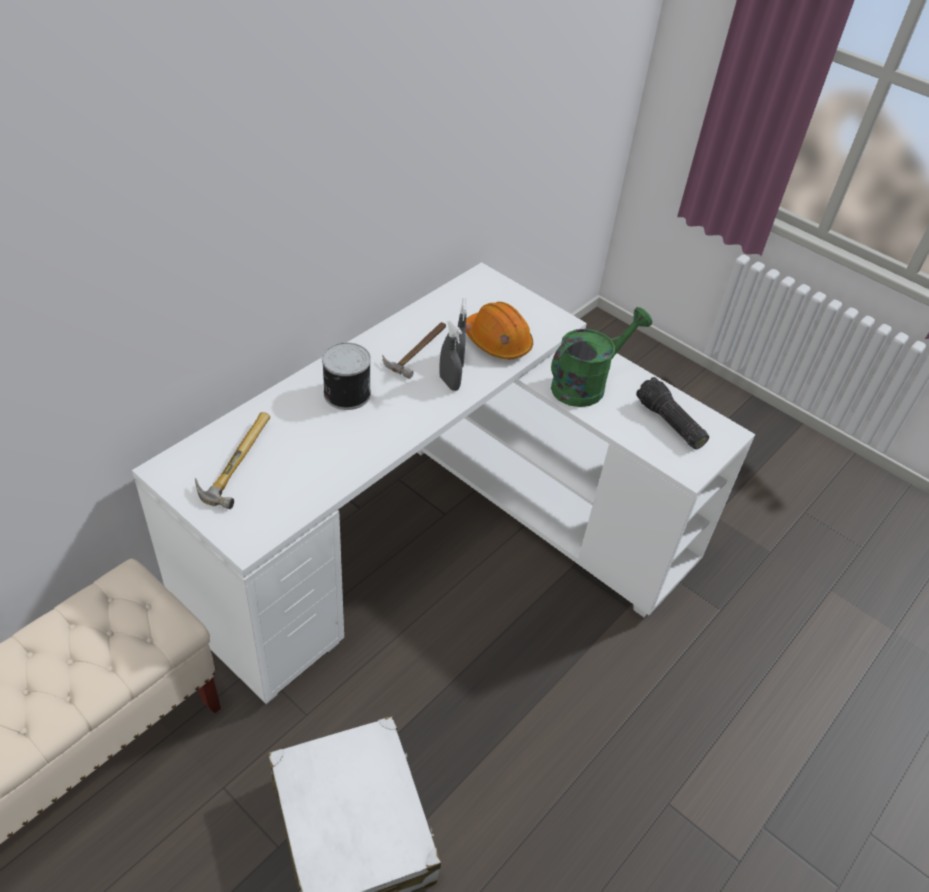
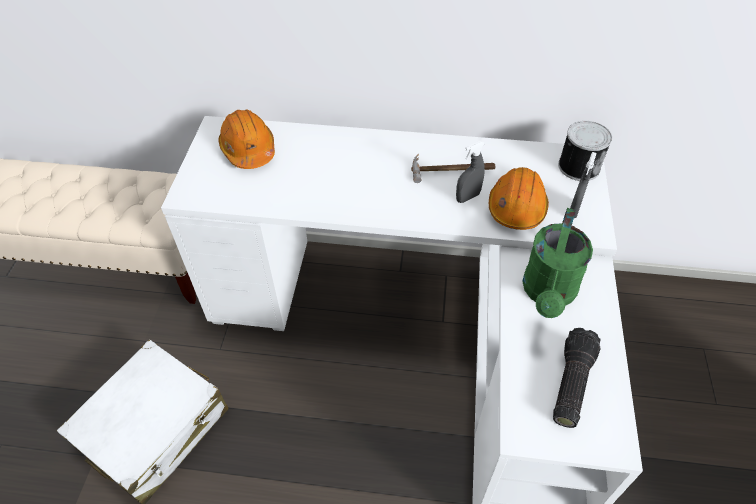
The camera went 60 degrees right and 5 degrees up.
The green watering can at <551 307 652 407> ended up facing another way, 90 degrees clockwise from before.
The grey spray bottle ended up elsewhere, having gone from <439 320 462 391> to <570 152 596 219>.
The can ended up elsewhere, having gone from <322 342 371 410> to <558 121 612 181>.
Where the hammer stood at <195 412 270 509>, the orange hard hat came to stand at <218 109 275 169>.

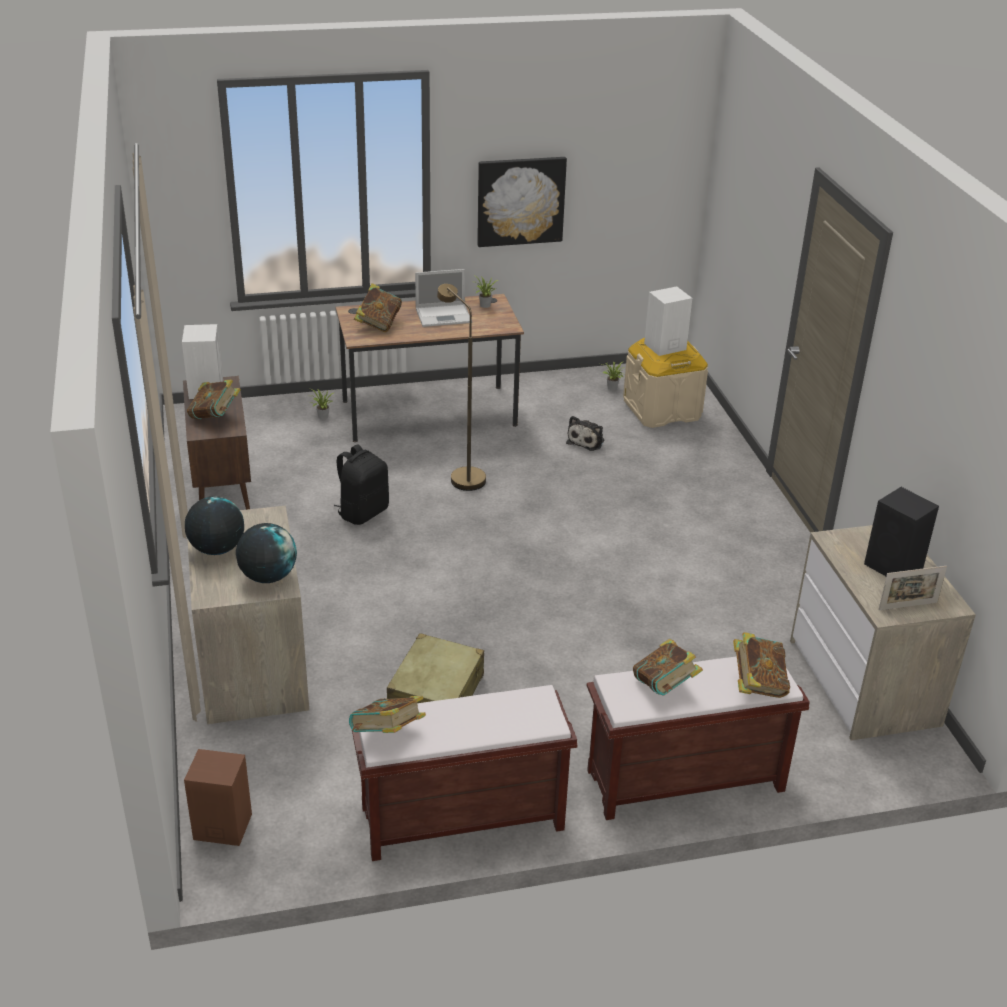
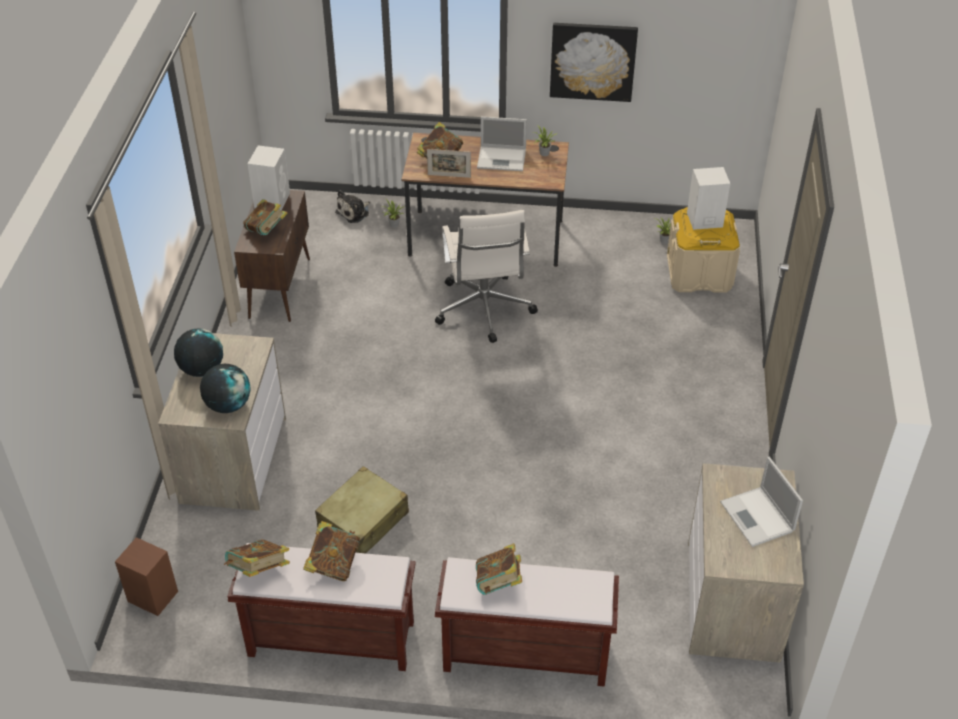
The camera went 20 degrees right and 10 degrees up.
Where the brown floor lamp stood at <437 284 486 491>, the white office chair came to stand at <435 210 538 343>.
The plush toy ended up elsewhere, having gone from <566 416 604 451> to <335 190 370 223>.
The second view lost the black backpack at <334 444 389 525>.
Where the black speaker stood at <864 487 939 576>, the laptop came to stand at <720 457 803 547>.
The picture frame ended up elsewhere, having gone from <878 566 947 610> to <427 149 471 178>.
The book ended up elsewhere, having gone from <733 632 790 698> to <303 521 360 581>.

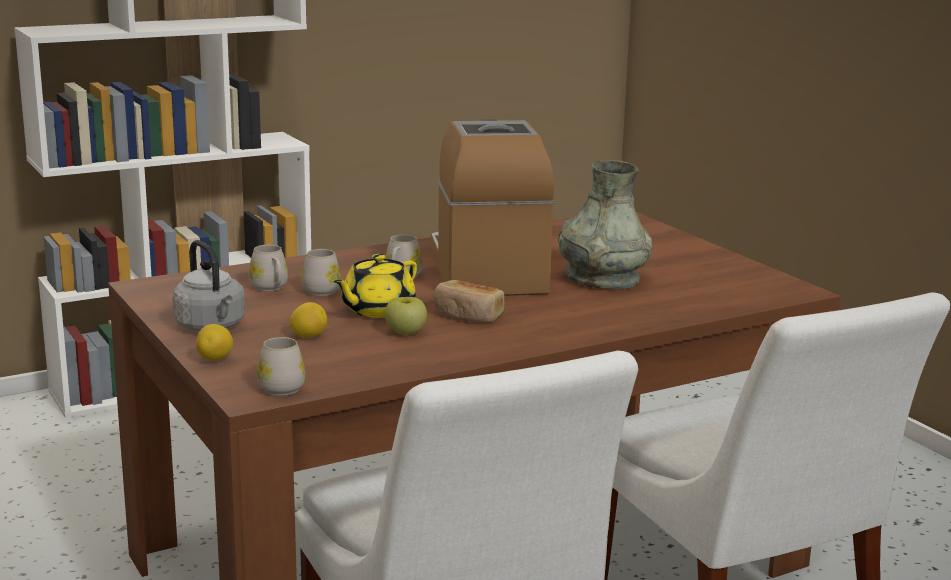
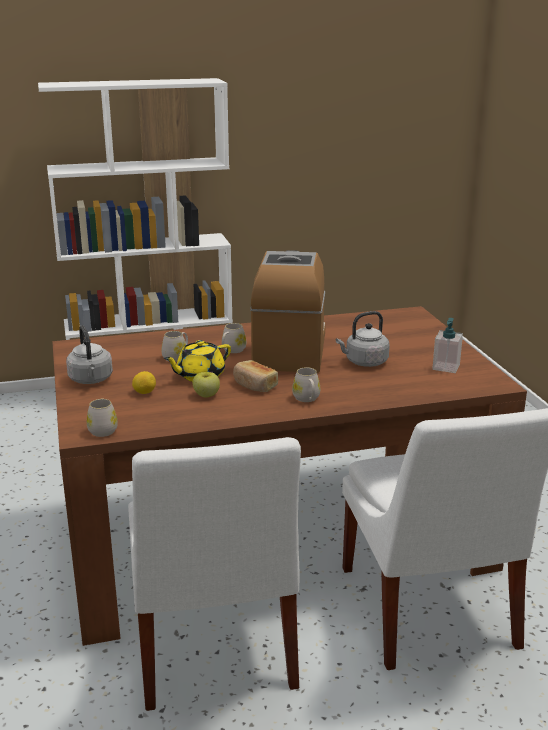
The camera went 15 degrees right and 5 degrees up.
Where the grey vase stood at <558 160 652 290>, the grey kettle came to stand at <336 311 390 367>.
The white mug ended up elsewhere, having gone from <249 245 288 291> to <292 367 320 402>.
The second view lost the lemon at <196 324 233 361>.
The second view gained the soap dispenser at <432 318 463 373>.

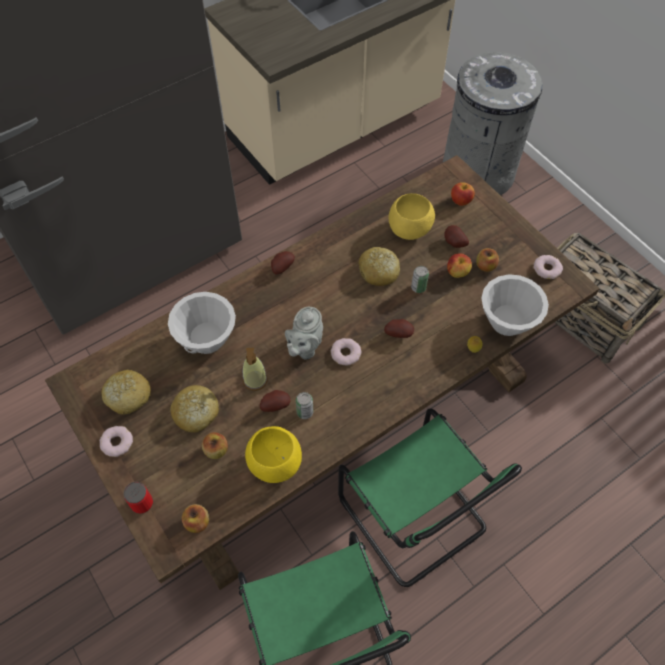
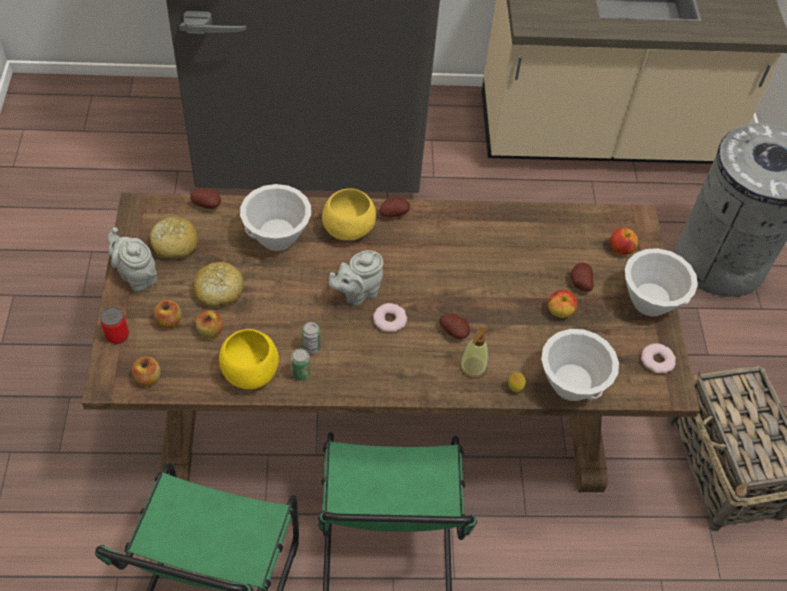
The camera went 30 degrees right and 5 degrees down.
The yellow bowl ended up elsewhere, having gone from <389 193 435 240> to <322 188 376 240>.
The second view lost the bread at <359 247 400 286>.
The apple ended up elsewhere, having gone from <476 248 499 272> to <154 300 182 329>.
The can ended up elsewhere, having gone from <411 266 429 293> to <291 348 310 381>.
The soap dispenser ended up elsewhere, having gone from <243 348 268 391> to <460 326 488 378>.
The potato ended up elsewhere, having gone from <260 390 290 412> to <190 188 221 209>.
Where the donut stood at <100 426 133 457>, the grey teapot came to stand at <108 227 157 291>.
The second view gained the white bowl at <625 248 698 316>.

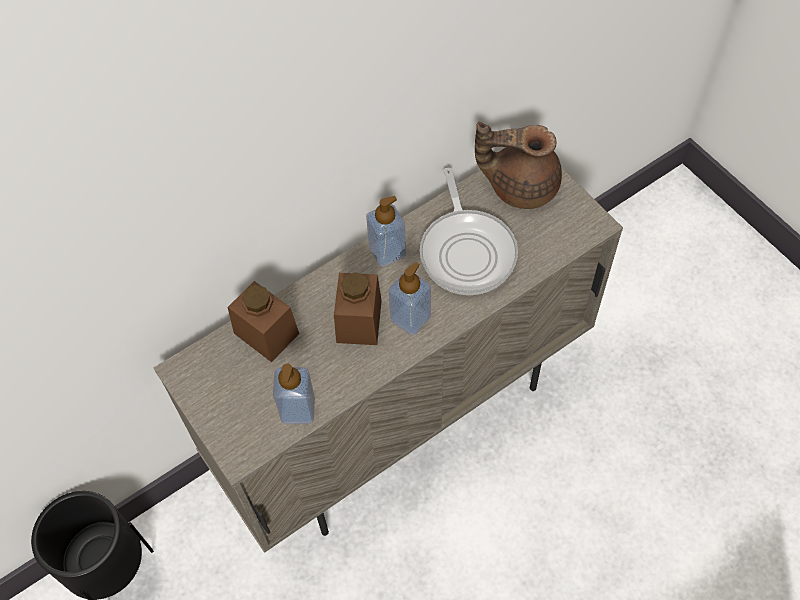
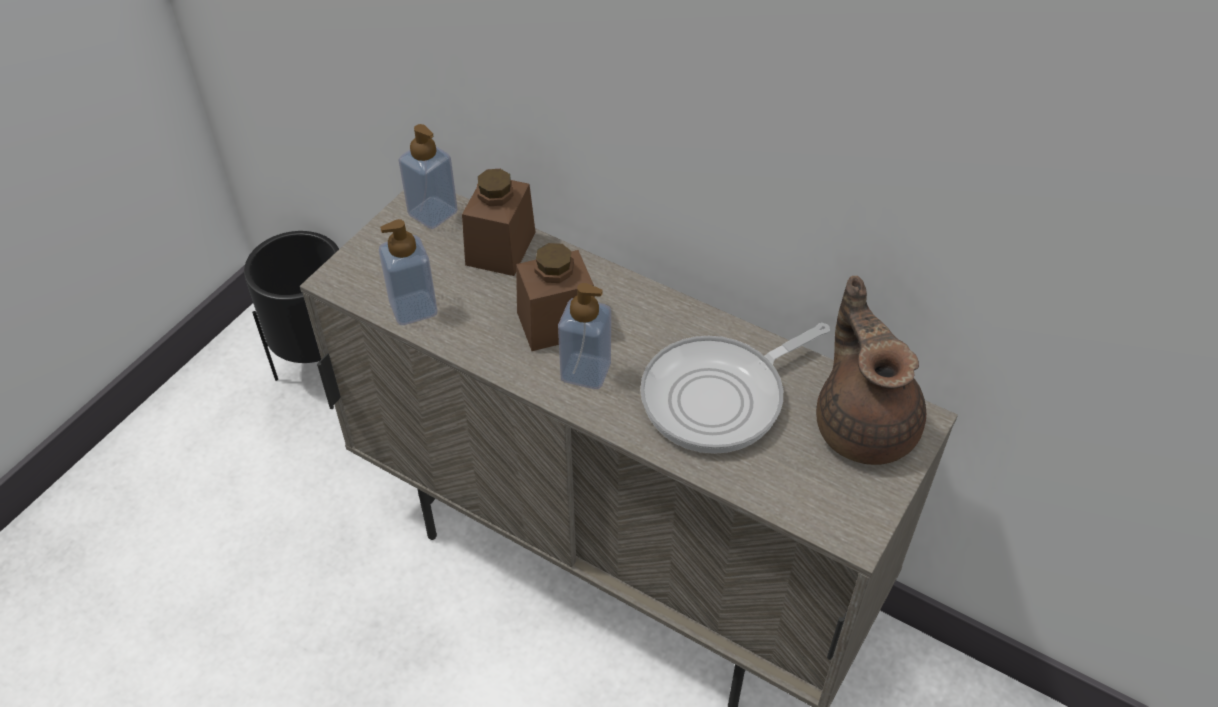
The camera went 65 degrees right and 10 degrees down.
The soap dispenser ended up elsewhere, having gone from <366 196 406 267> to <399 124 458 229>.

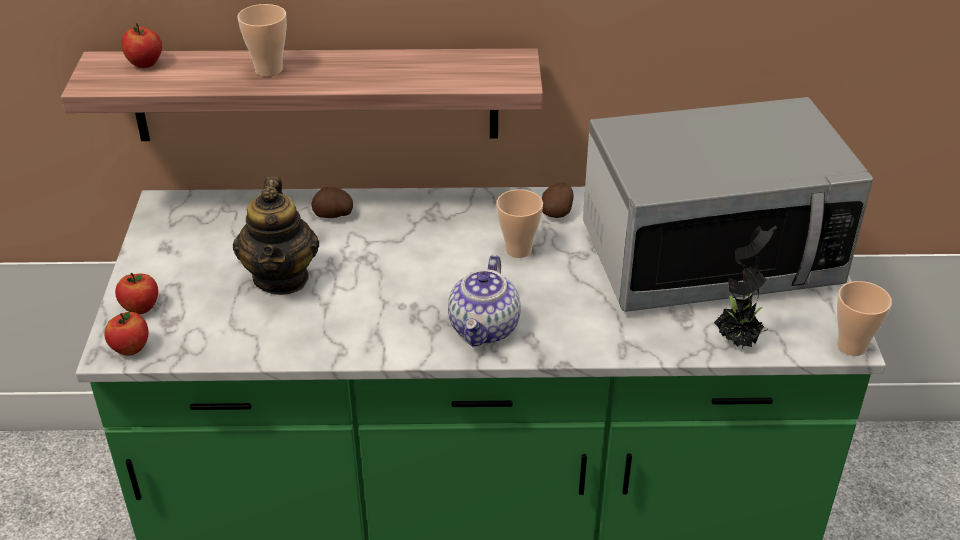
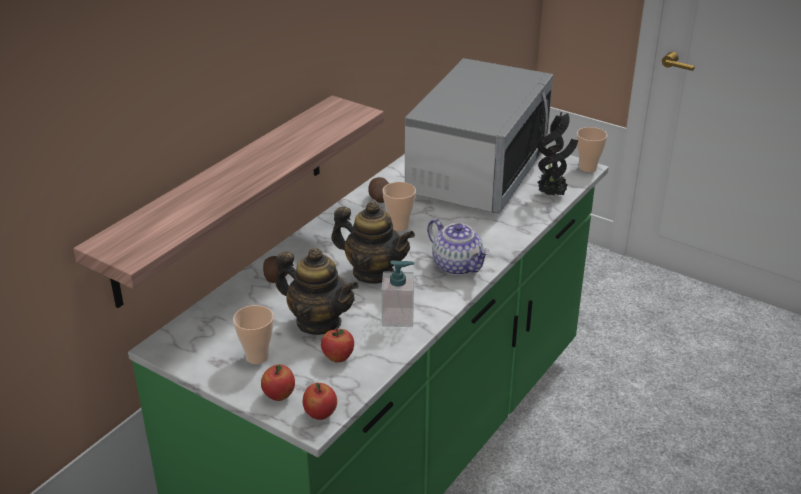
The camera went 55 degrees left and 5 degrees down.
The cup ended up elsewhere, having gone from <238 4 287 77> to <233 305 274 364>.
The apple ended up elsewhere, having gone from <121 23 162 68> to <321 328 354 363>.
The second view gained the teapot at <331 201 415 284>.
The second view gained the soap dispenser at <381 260 415 327>.

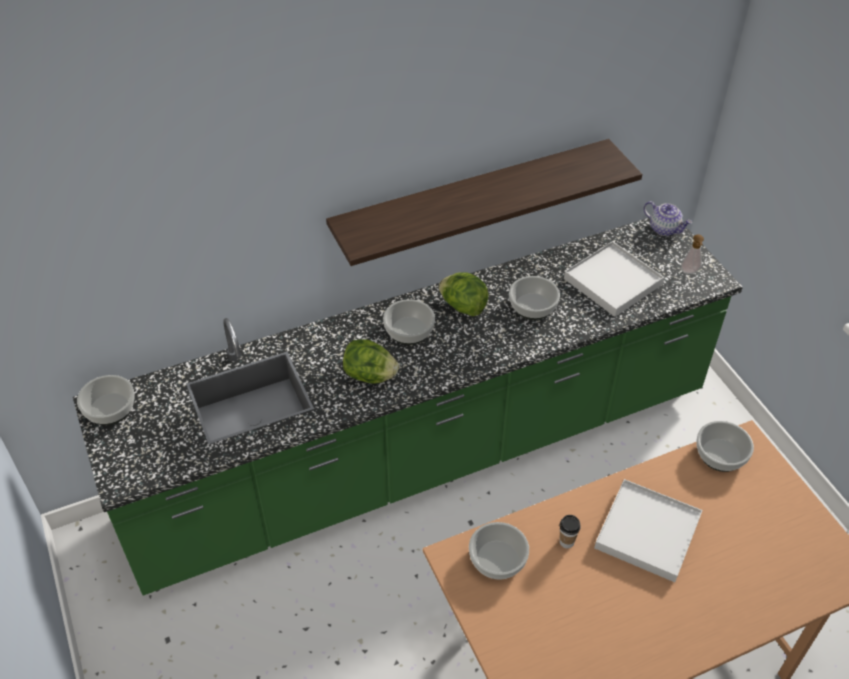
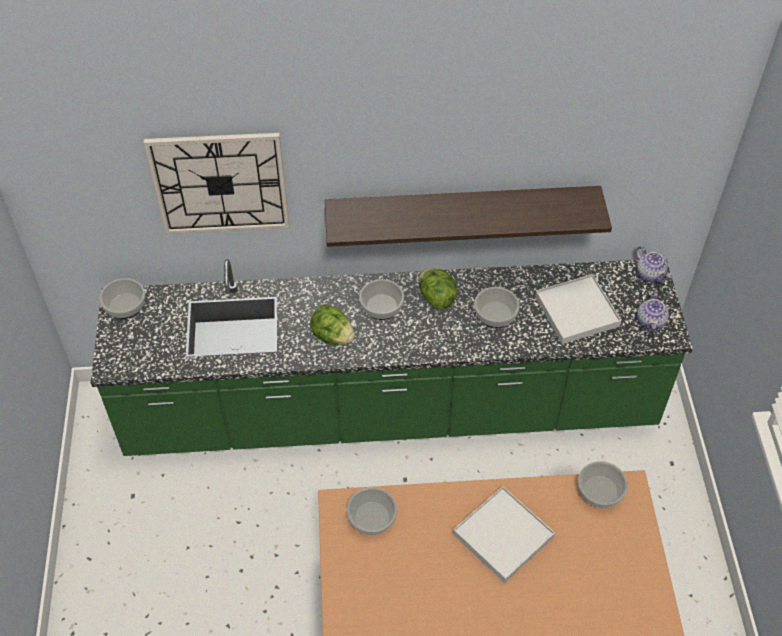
The camera went 20 degrees right and 5 degrees up.
Where the soap dispenser stood at <681 234 704 274>, the teapot came to stand at <637 291 669 332>.
The second view lost the cup at <560 515 581 548>.
The second view gained the wall clock at <143 133 289 234>.

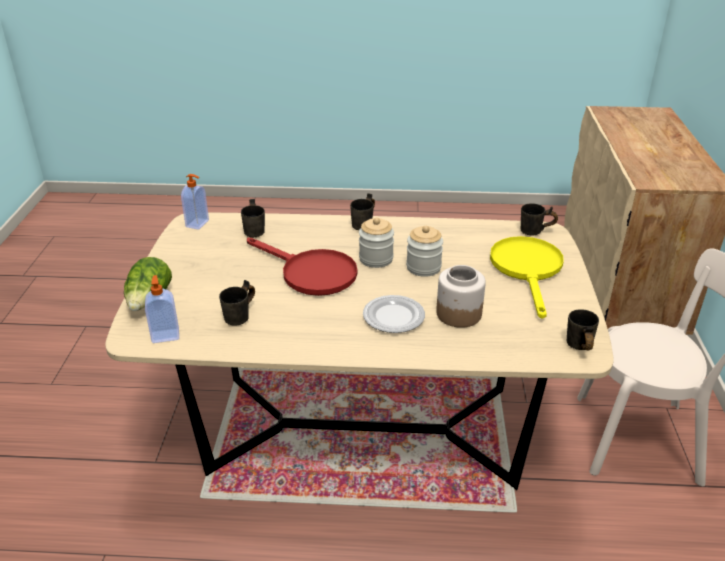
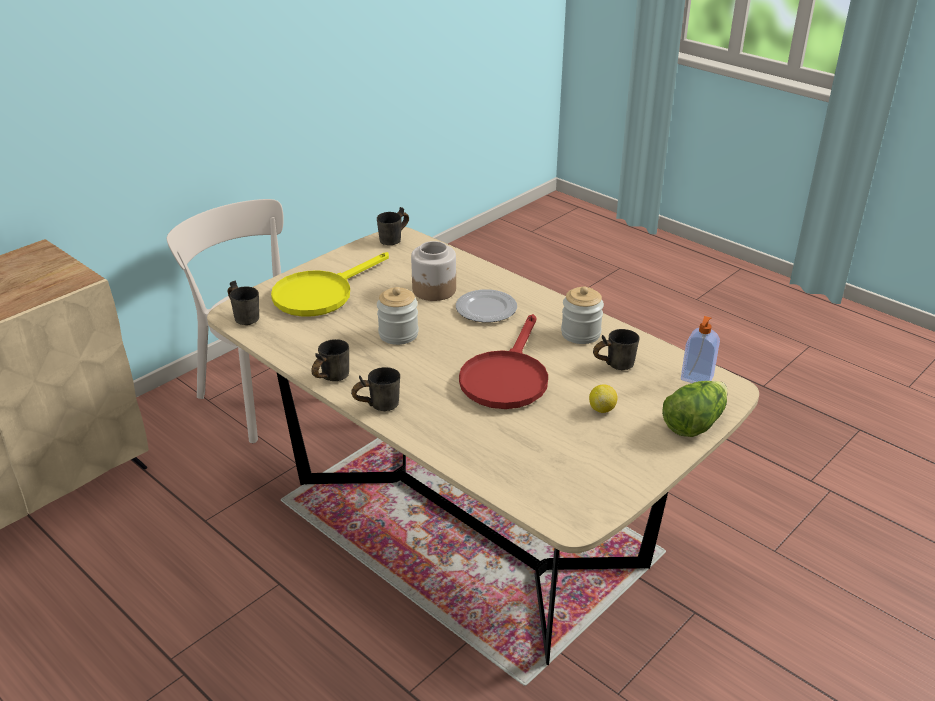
The camera went 140 degrees left and 0 degrees up.
The second view lost the soap dispenser at <181 174 209 230>.
The grey mug ended up elsewhere, having gone from <241 199 265 238> to <311 339 349 381>.
The jar ended up elsewhere, having gone from <359 218 394 268> to <561 286 604 344>.
The red frying pan at <247 238 357 296> ended up facing another way, 150 degrees counterclockwise from before.
The second view gained the lemon at <589 384 618 413>.

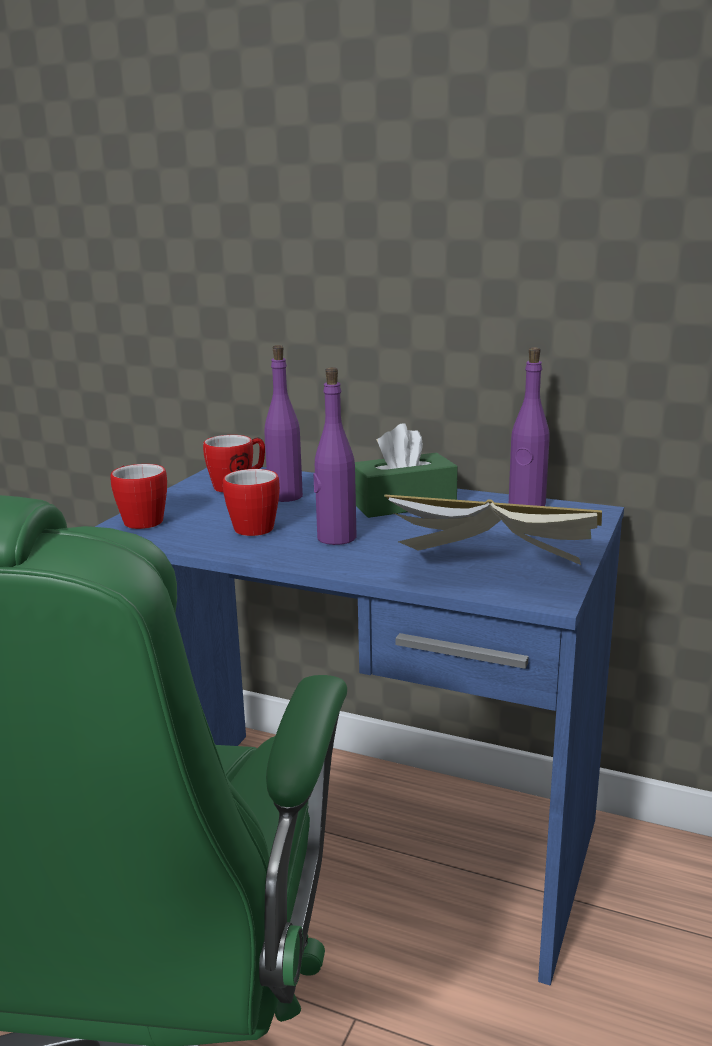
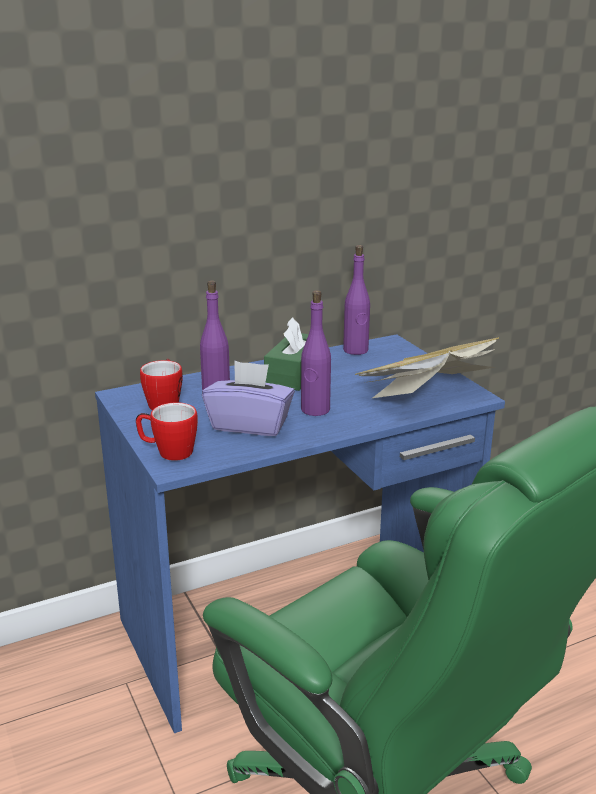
The camera went 50 degrees left and 5 degrees up.
Where the mug stood at <223 469 280 536>, the purple tissue box came to stand at <202 361 295 436>.

